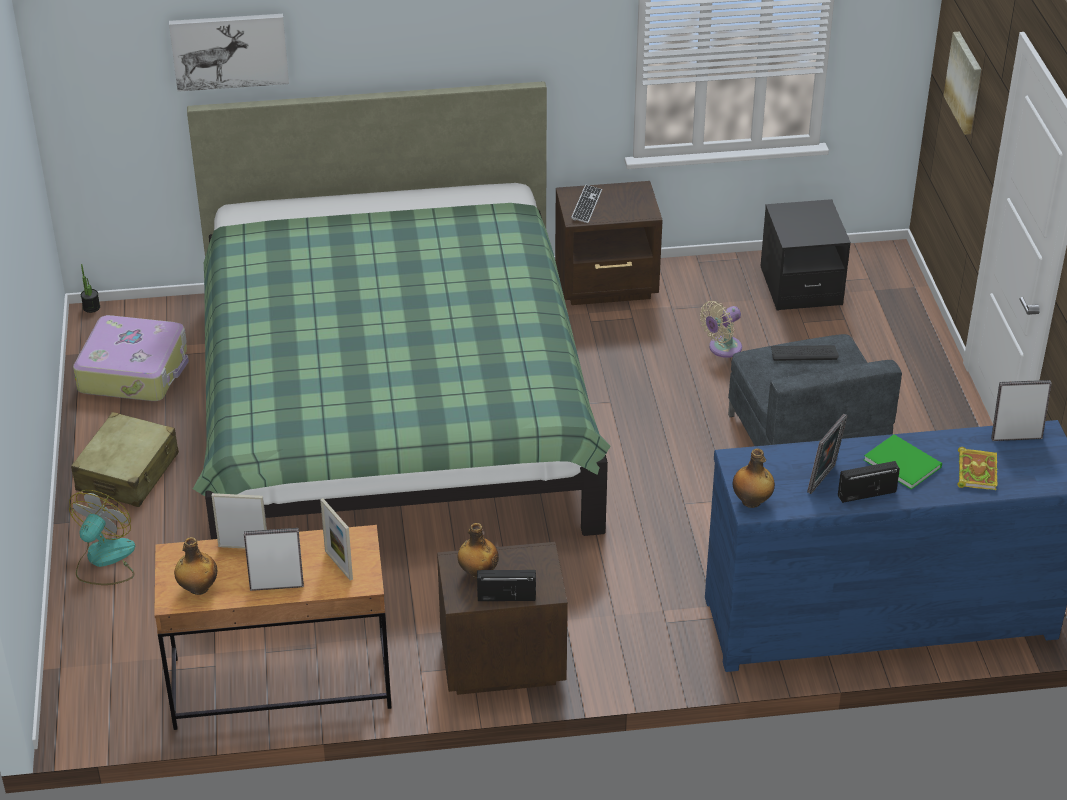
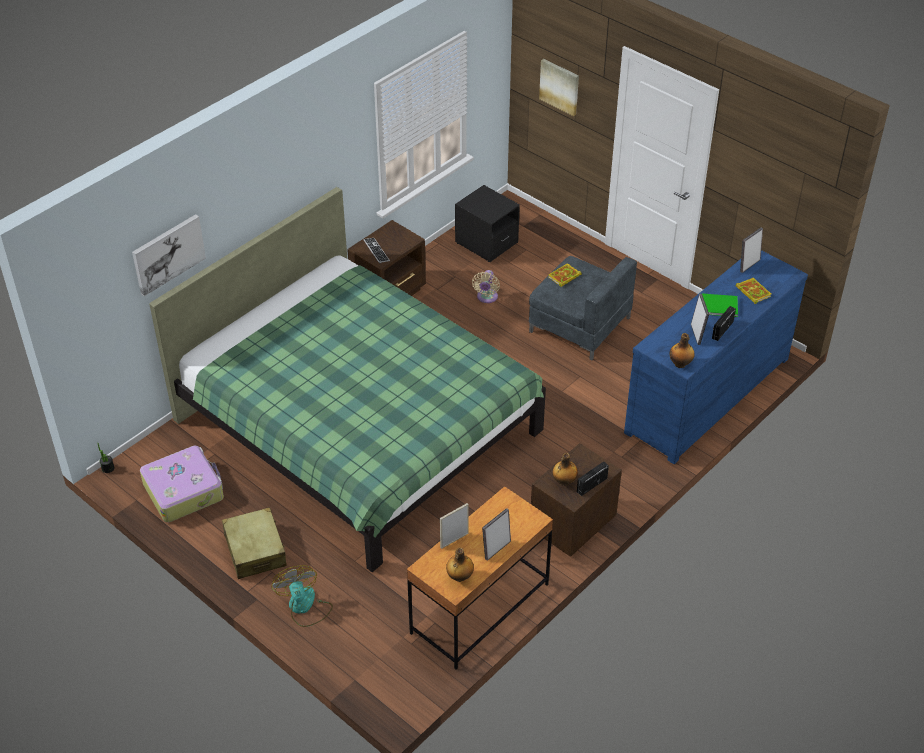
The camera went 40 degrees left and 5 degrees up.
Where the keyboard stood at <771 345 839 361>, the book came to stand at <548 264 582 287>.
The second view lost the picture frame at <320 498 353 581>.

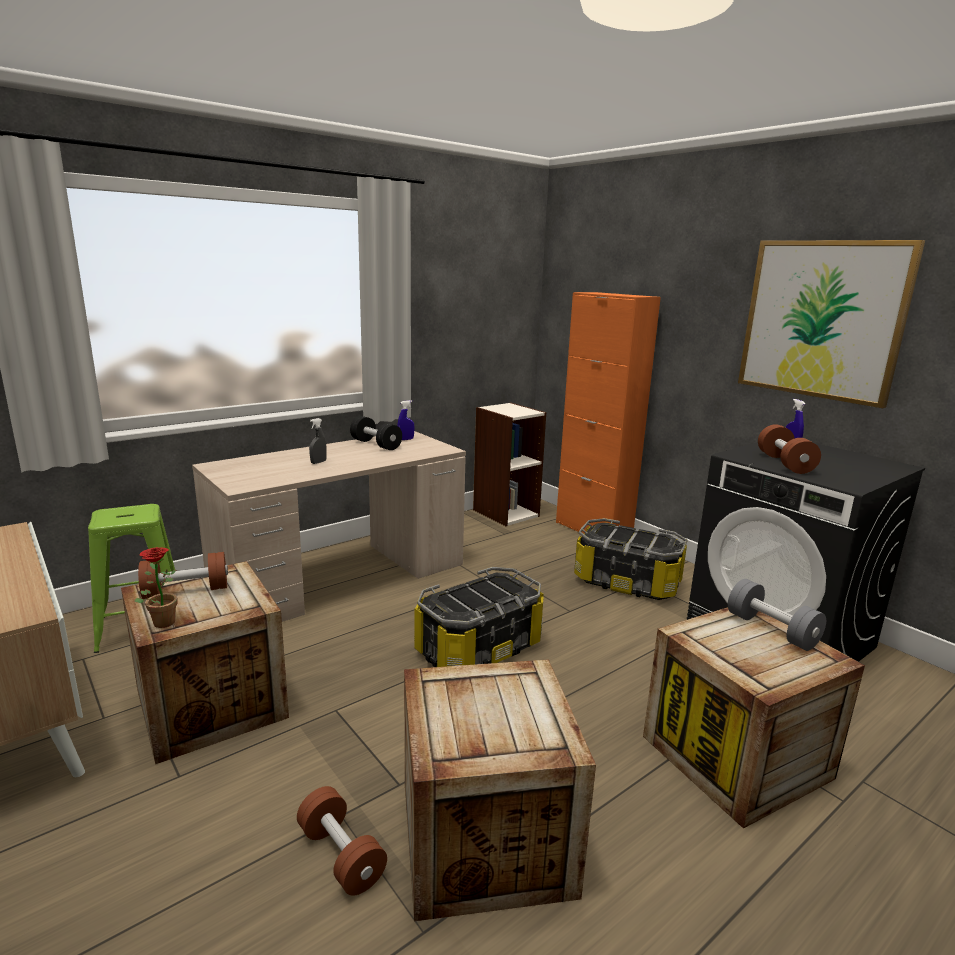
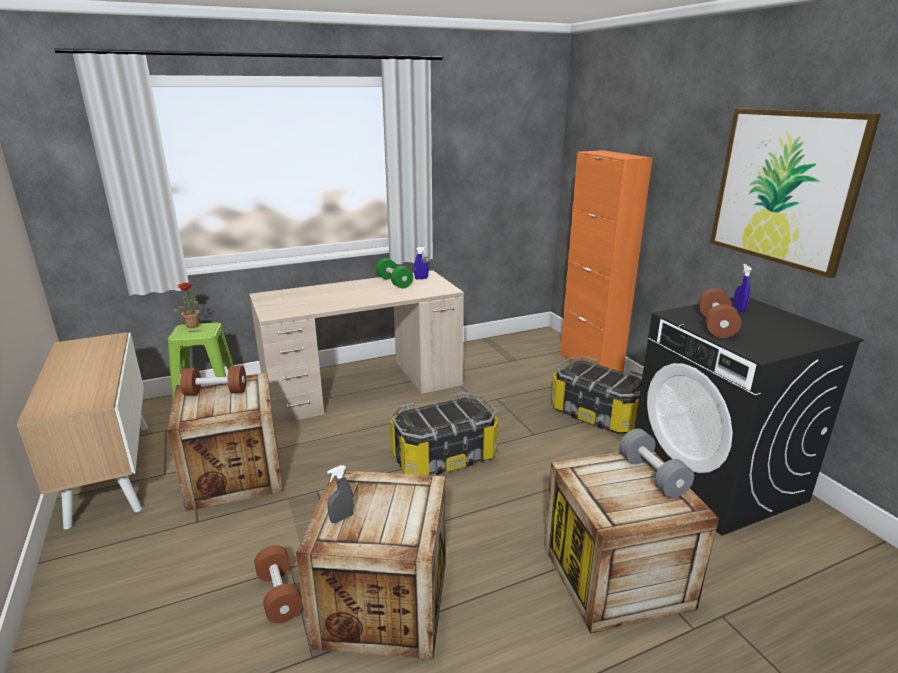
The camera went 15 degrees right and 5 degrees up.
The second view lost the bookcase at <473 403 546 526>.
What was the black dumbbell at <350 416 402 450> turned into the green dumbbell at <376 258 413 288>.
The grey spray bottle ended up elsewhere, having gone from <309 418 327 464> to <327 465 354 523>.
The potted plant ended up elsewhere, having gone from <134 547 178 628> to <173 283 199 328>.

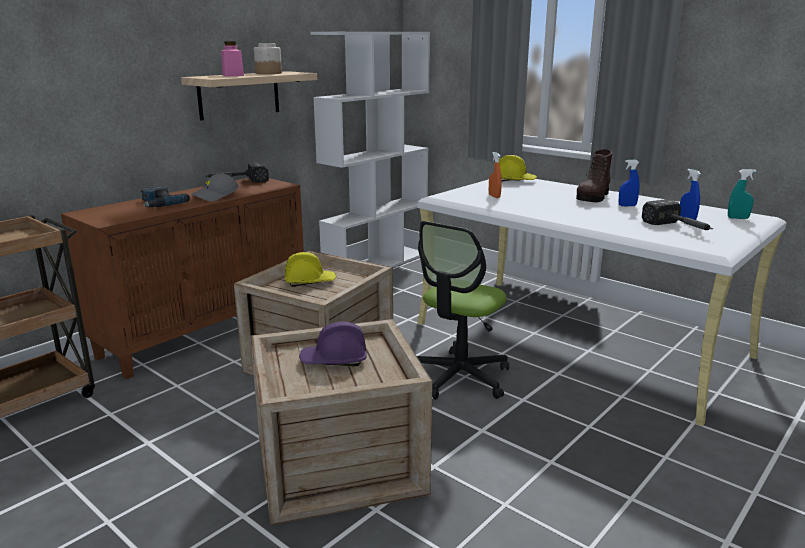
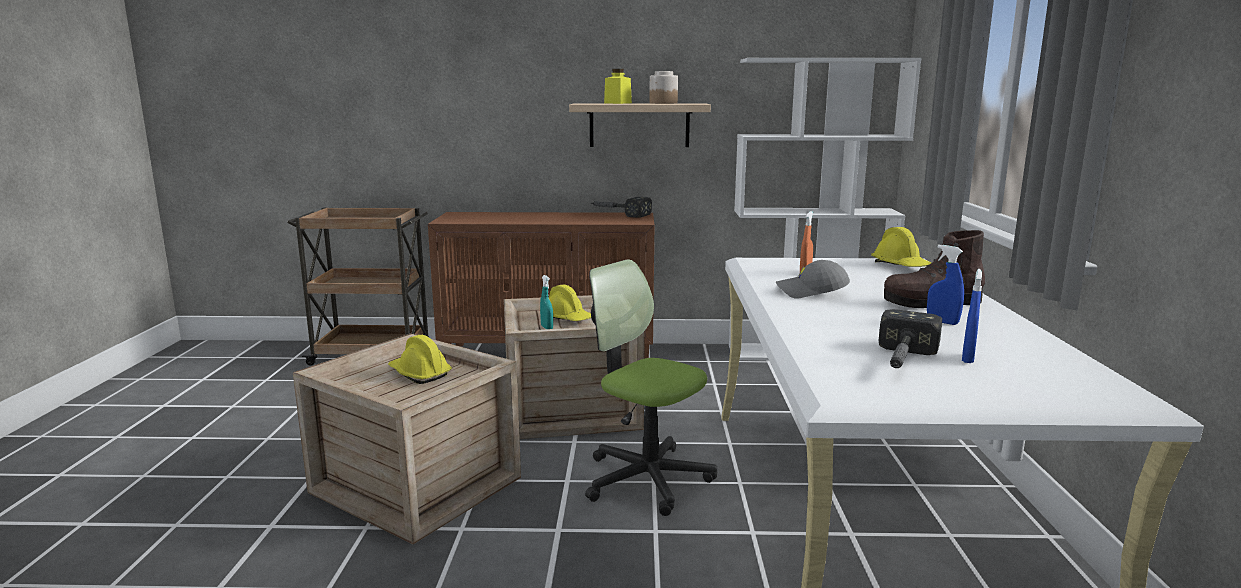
The camera went 50 degrees right and 5 degrees down.
What was the pink jar at <221 41 244 76> turned into the yellow jar at <604 69 632 104>.
The turquoise spray bottle ended up elsewhere, having gone from <728 169 756 219> to <540 275 553 329>.
The grey cap ended up elsewhere, having gone from <191 174 239 202> to <776 260 850 299>.
The second view lost the power drill at <141 186 190 207>.
The office chair at <417 221 509 400> ended up facing another way, 45 degrees clockwise from before.
What was the purple hard hat at <299 322 366 366> turned into the yellow hard hat at <388 335 452 384>.

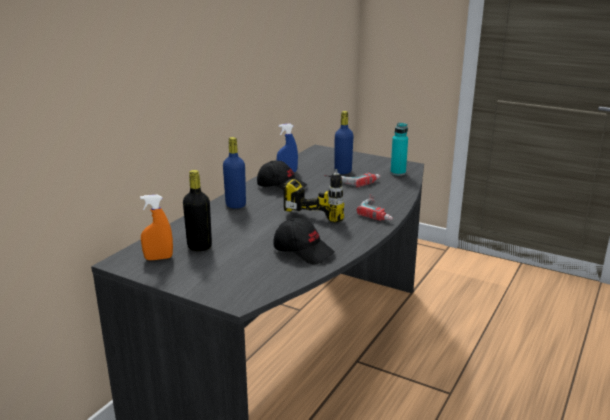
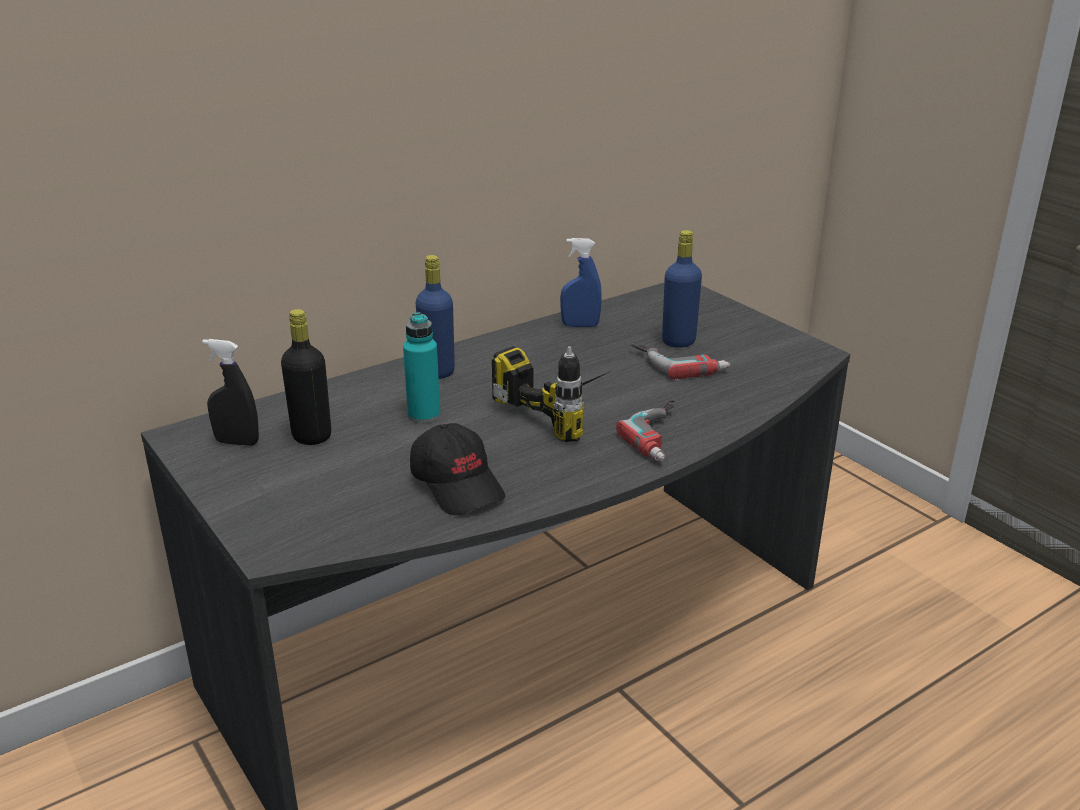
The camera went 25 degrees right and 5 degrees up.
The turquoise bottle ended up elsewhere, having gone from <390 122 408 176> to <403 312 440 423>.
The second view lost the black cap at <257 161 307 191>.
What was the orange spray bottle at <140 195 173 260> turned into the black spray bottle at <202 339 259 446>.

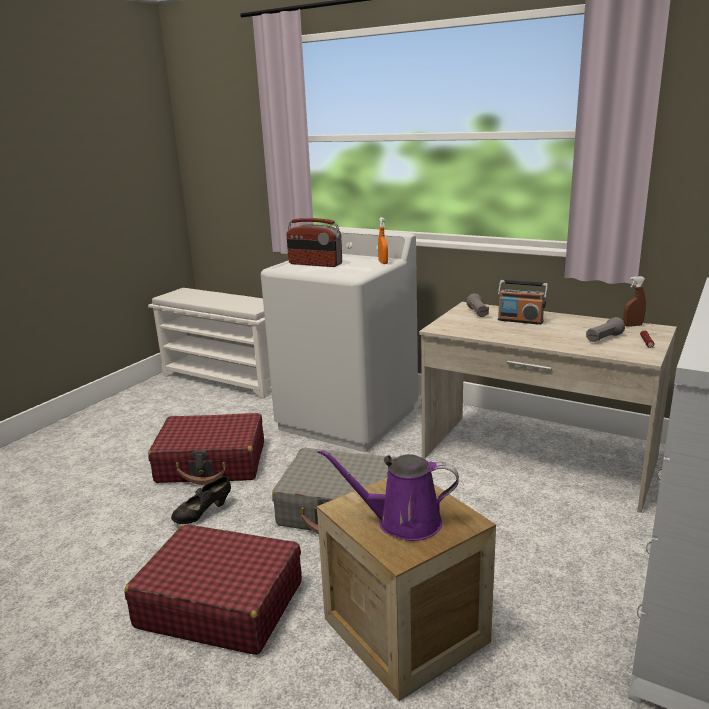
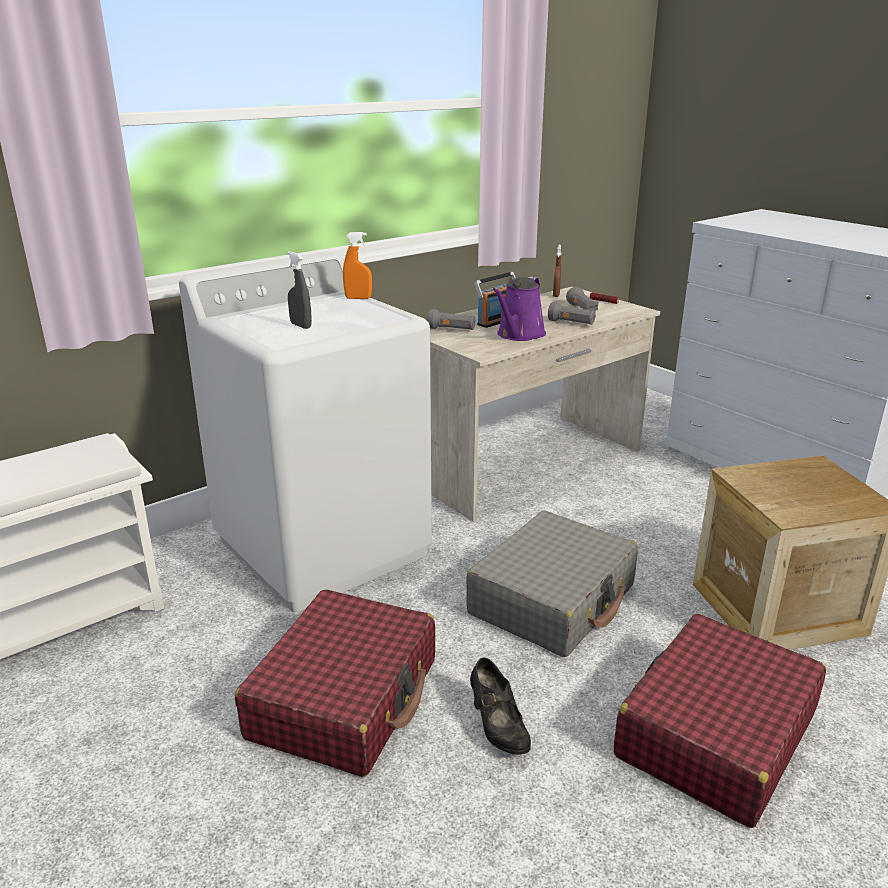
The camera went 70 degrees left and 5 degrees up.
Where the radio stood at <287 218 342 267>, the grey spray bottle came to stand at <287 252 312 329>.
The purple watering can ended up elsewhere, having gone from <318 449 459 541> to <493 277 546 341>.
The second view gained the grey flashlight at <548 302 596 325>.

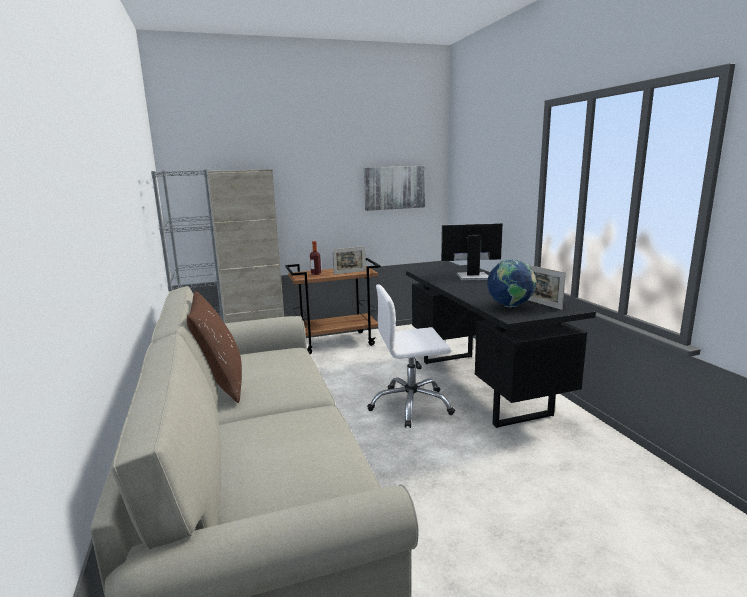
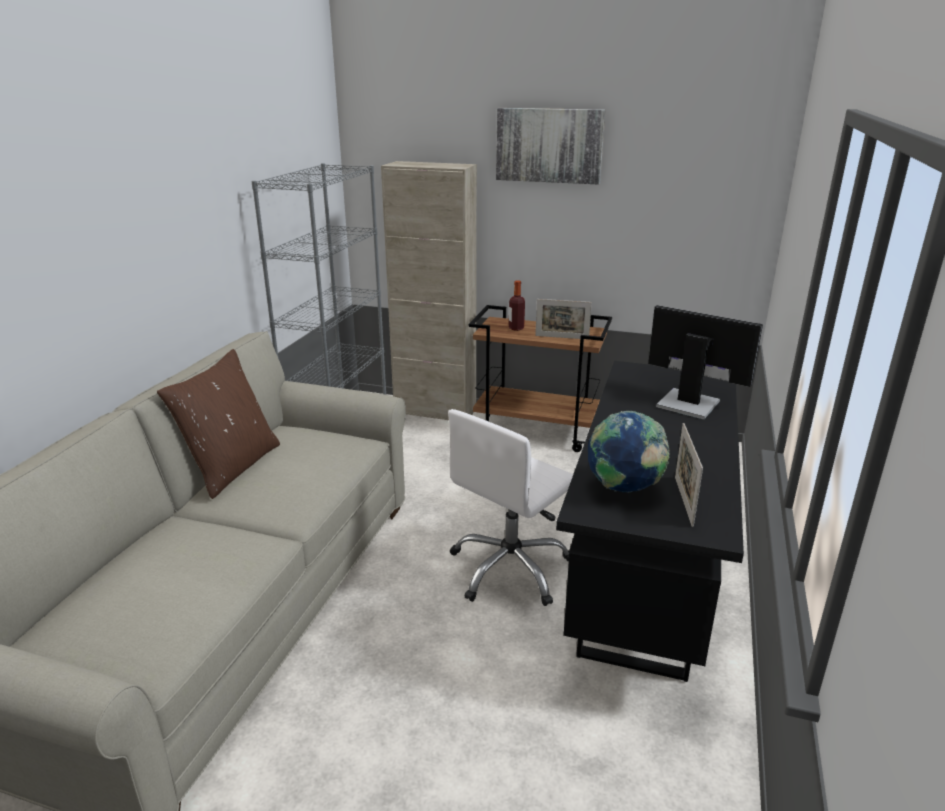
The camera went 35 degrees right and 10 degrees up.
The picture ended up elsewhere, having gone from <364 166 426 211> to <496 108 606 185>.
The white office chair at <367 284 455 428> ended up facing another way, 75 degrees counterclockwise from before.

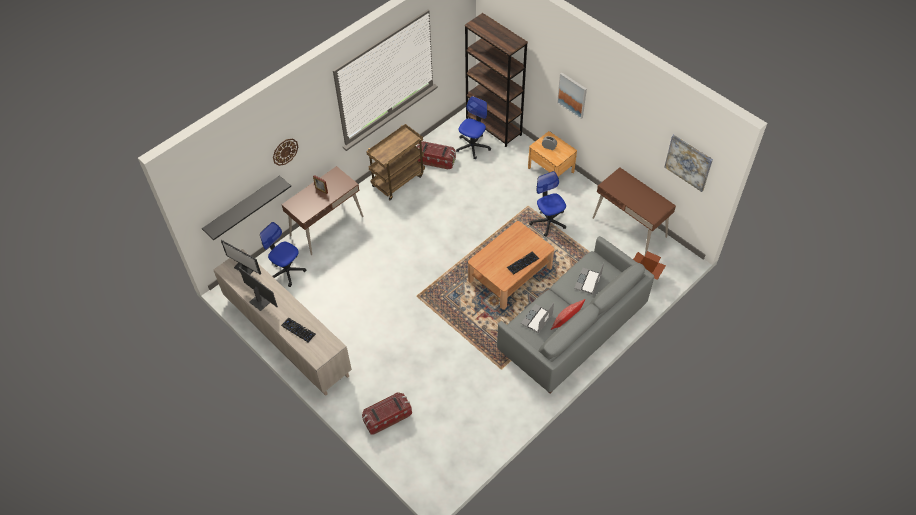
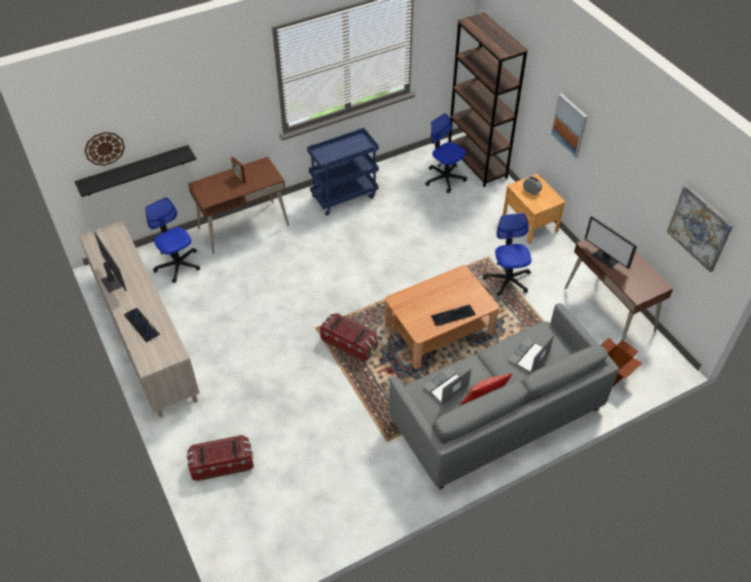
The camera went 15 degrees right and 5 degrees down.
The office chair at <456 96 491 160> ended up facing another way, 90 degrees counterclockwise from before.
What was the brown cart at <366 124 425 200> turned into the blue cart at <307 128 379 215>.
The wall clock ended up elsewhere, having gone from <273 138 298 166> to <84 132 125 166>.
The storage box ended up elsewhere, having gone from <417 141 456 170> to <320 313 377 362>.
The monitor ended up elsewhere, having gone from <221 240 261 275> to <585 216 637 269>.

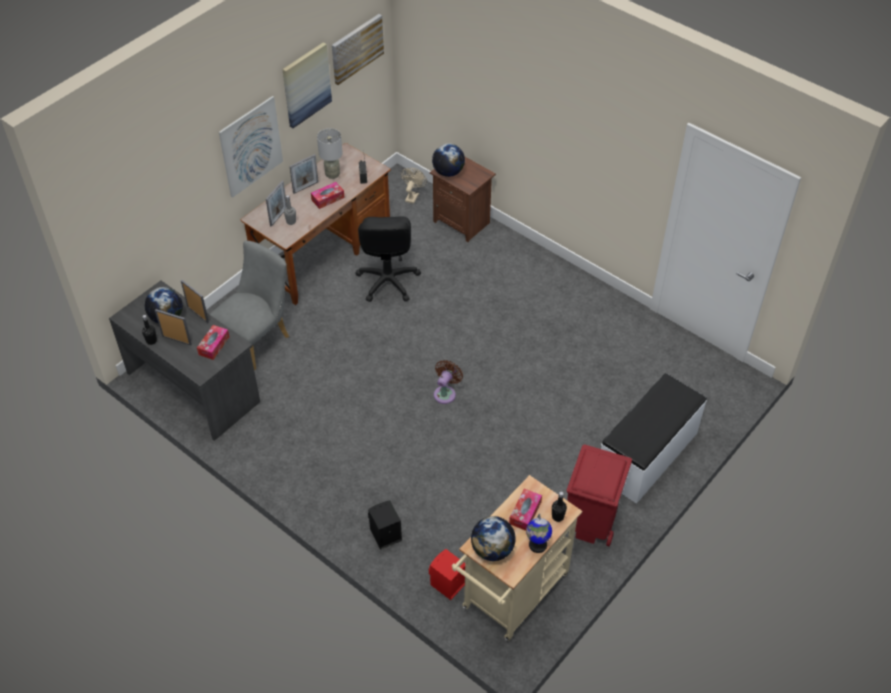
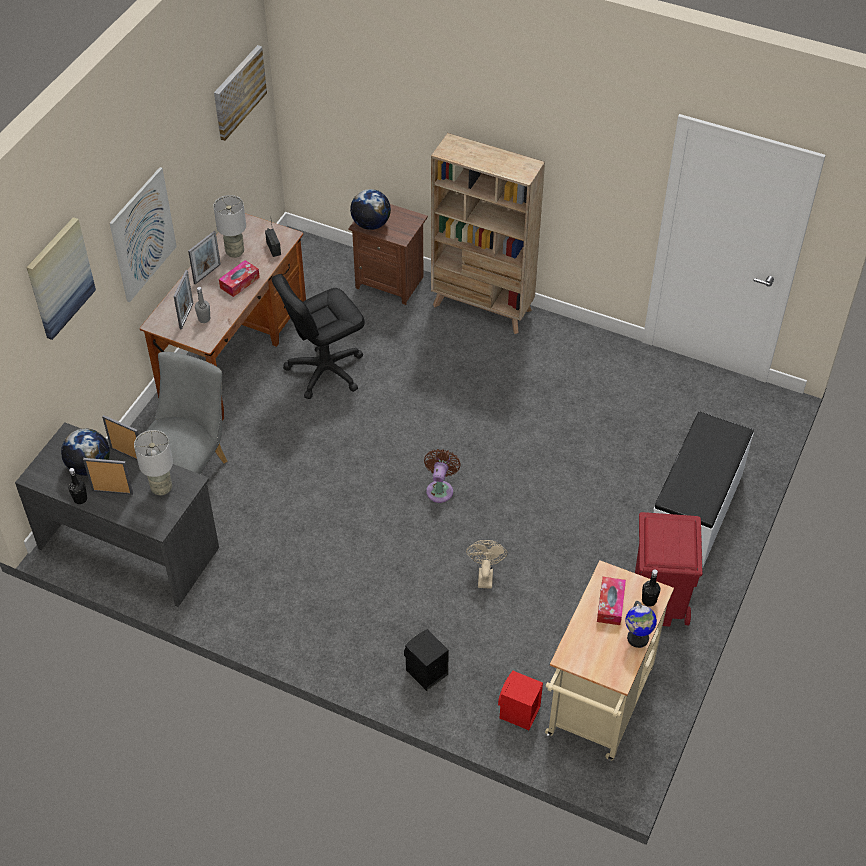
The camera went 15 degrees left and 0 degrees up.
The picture ended up elsewhere, having gone from <282 42 332 128> to <27 217 96 340>.
The beige fan ended up elsewhere, having gone from <401 168 427 204> to <466 540 508 589>.
The black office chair at <355 216 421 302> ended up facing another way, 75 degrees clockwise from before.
Where the tissue box stood at <197 325 229 360>, the grey table lamp came to stand at <134 430 173 495>.
The second view lost the globe at <471 516 516 561>.
The second view gained the beige bookcase at <431 133 545 334>.

